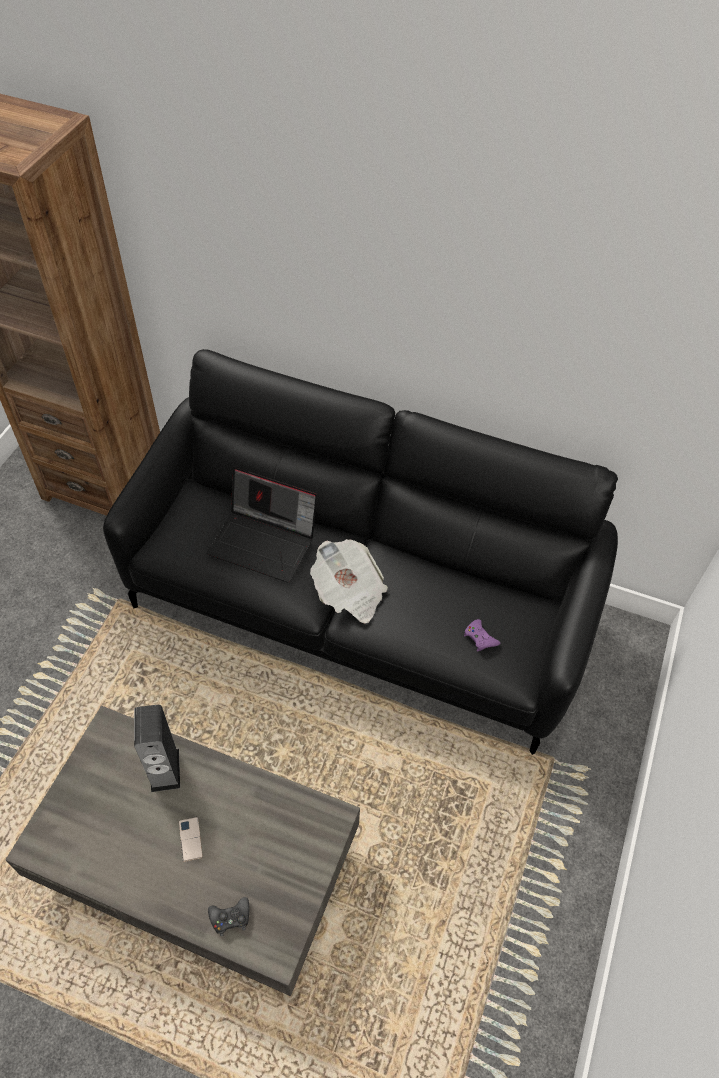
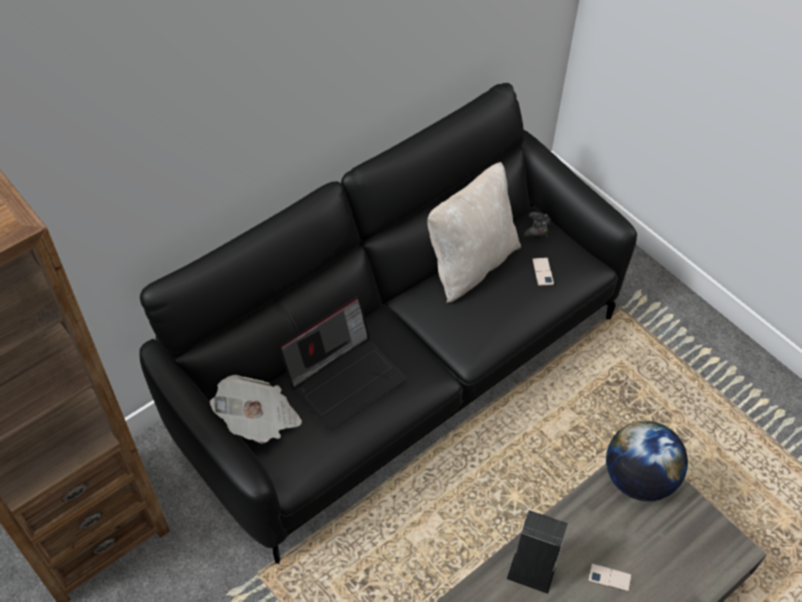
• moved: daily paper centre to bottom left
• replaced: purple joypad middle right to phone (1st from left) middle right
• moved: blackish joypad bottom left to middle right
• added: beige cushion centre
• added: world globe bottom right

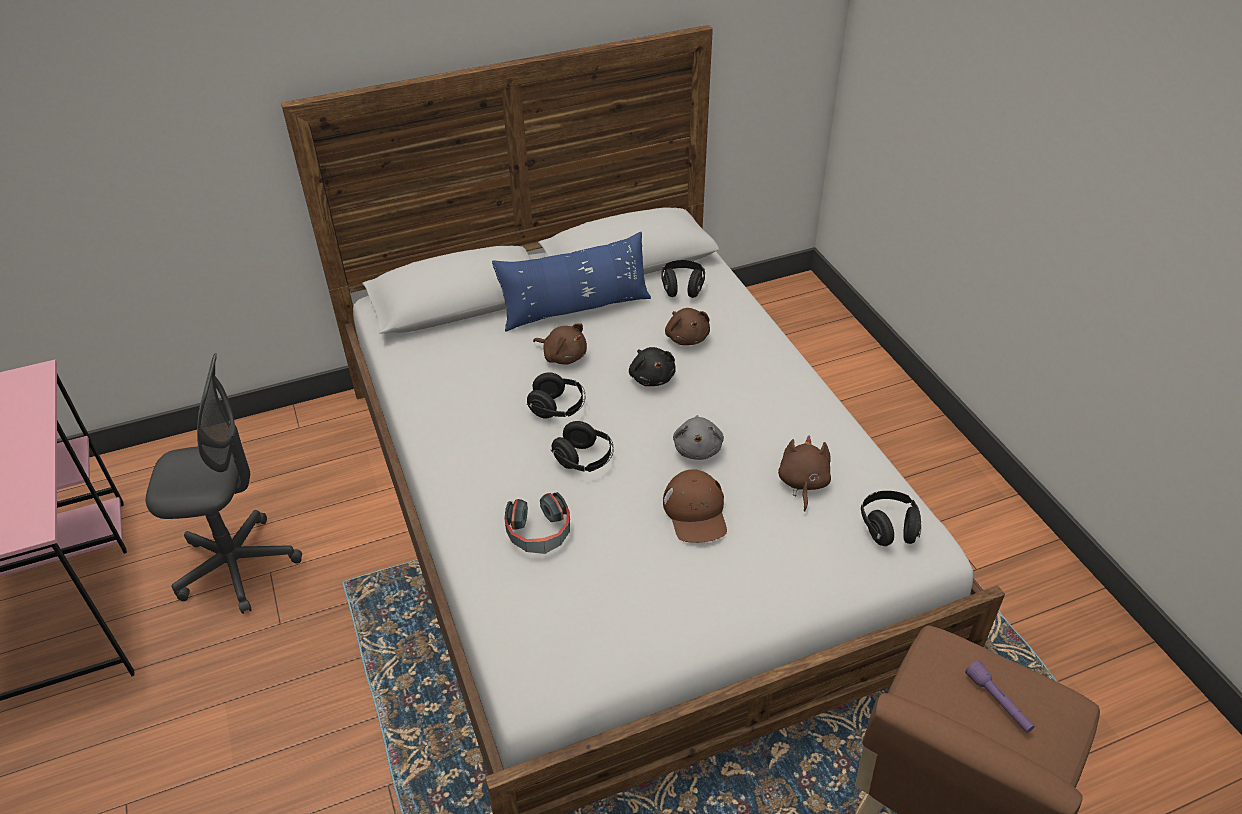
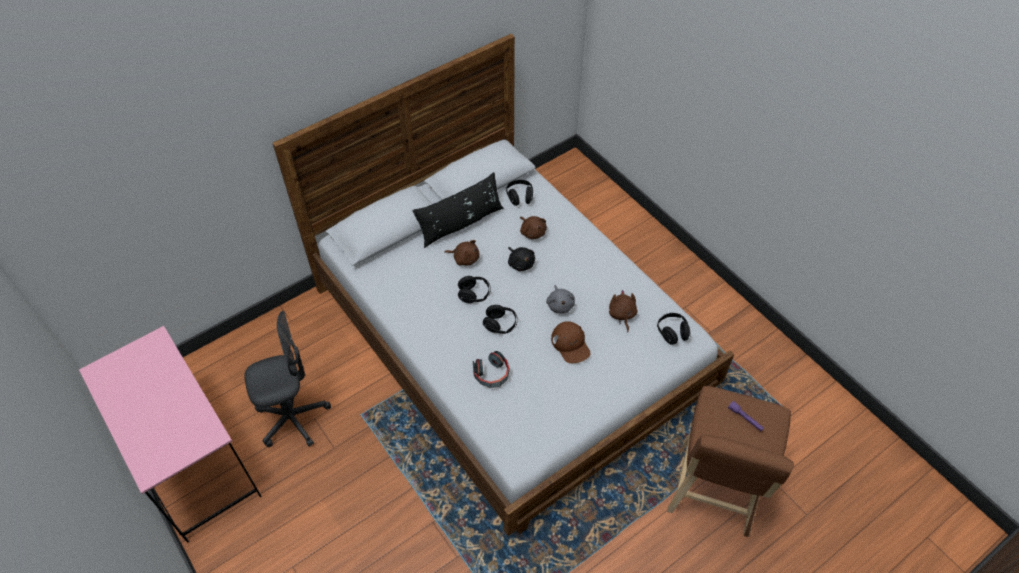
• recoloured: bluish cushion centre to blackish cushion centre

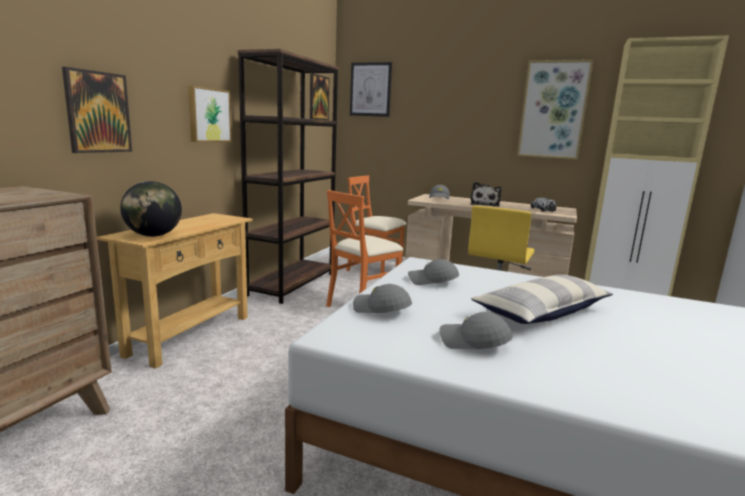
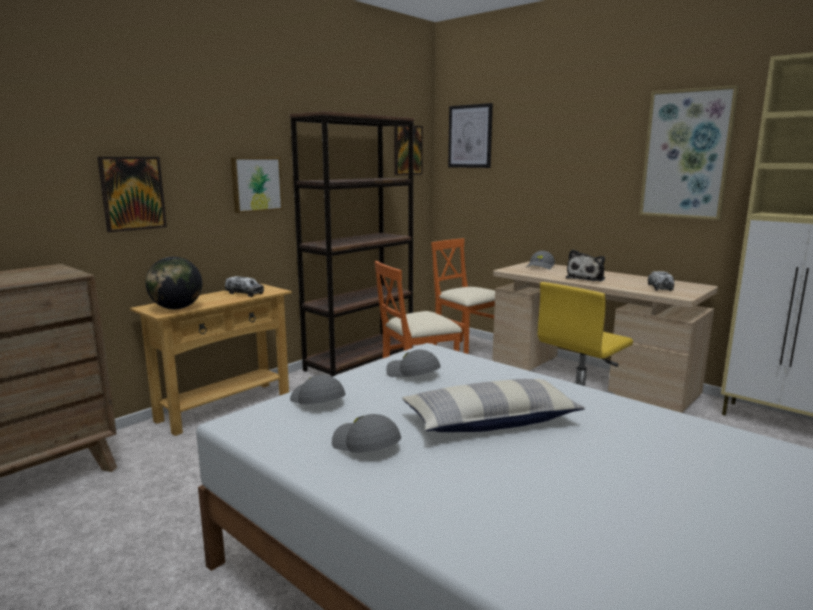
• added: toy lorry (1st from left) middle left

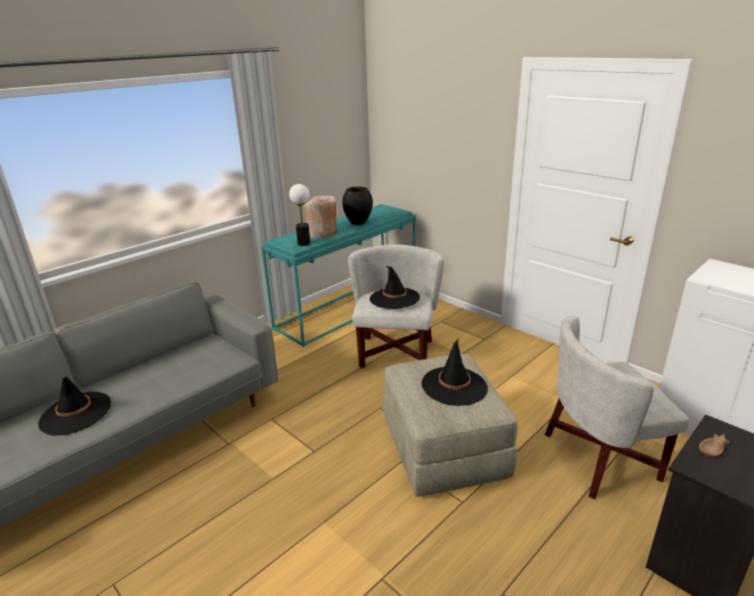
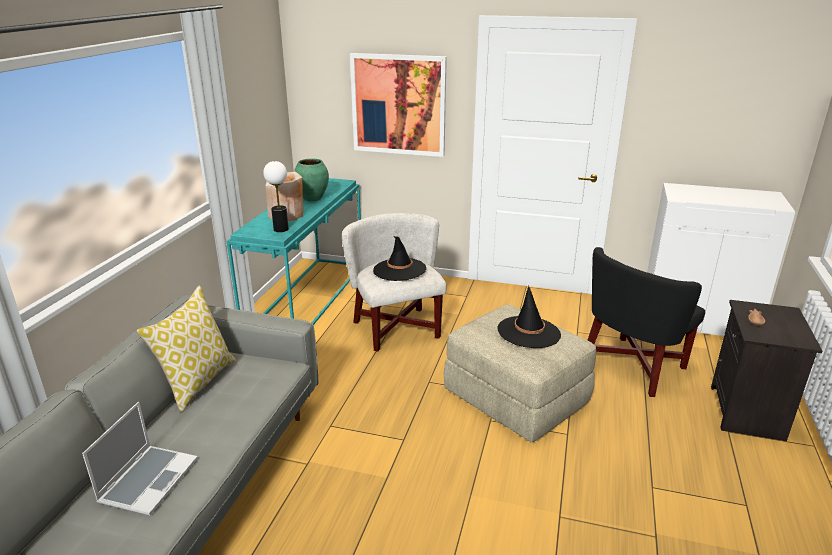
• recoloured: blackish flower vase centre to green-coloured flower vase top centre
• recoloured: white-coloured armchair (2nd from left) bottom right to blackish armchair middle right
• replaced: blackish hat (1st from left) bottom left to portable computer bottom left
• added: picture top centre
• added: cushion middle left

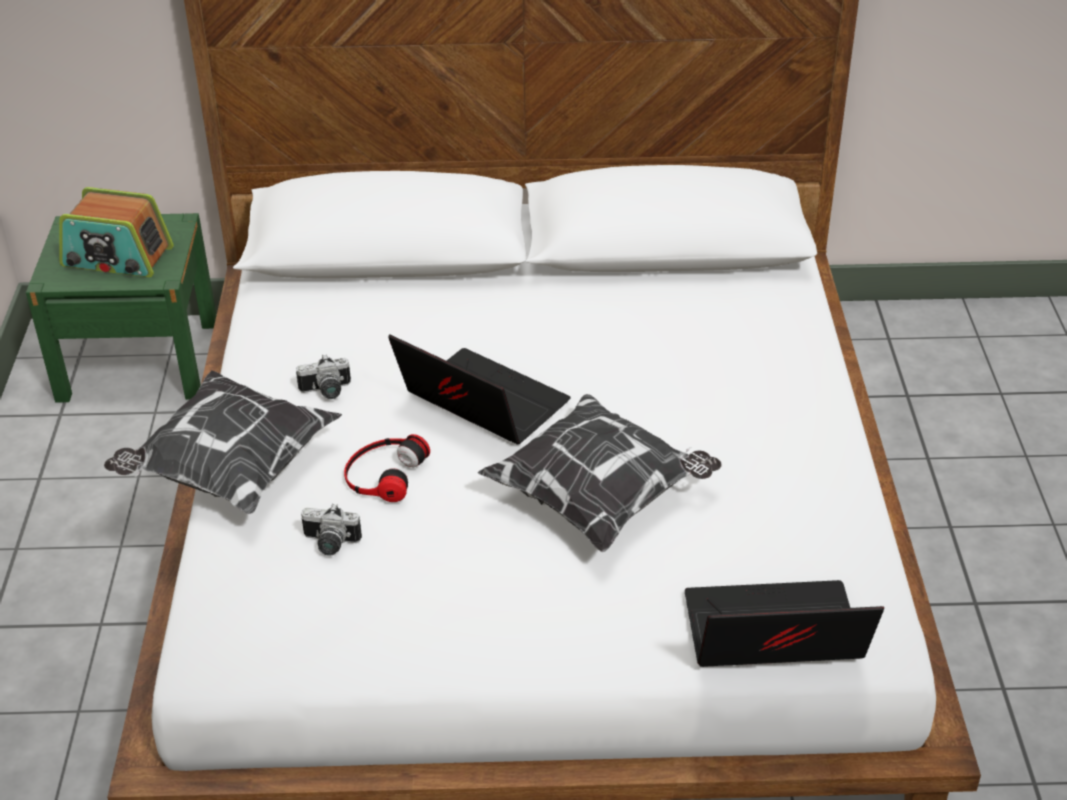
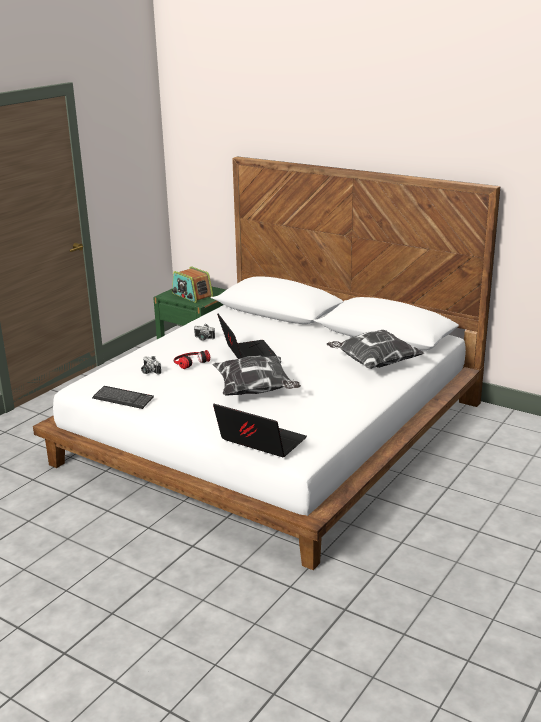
• moved: cushion (1st from left in the first image) middle left to cushion (2nd from left) middle right
• added: computer keyboard middle left

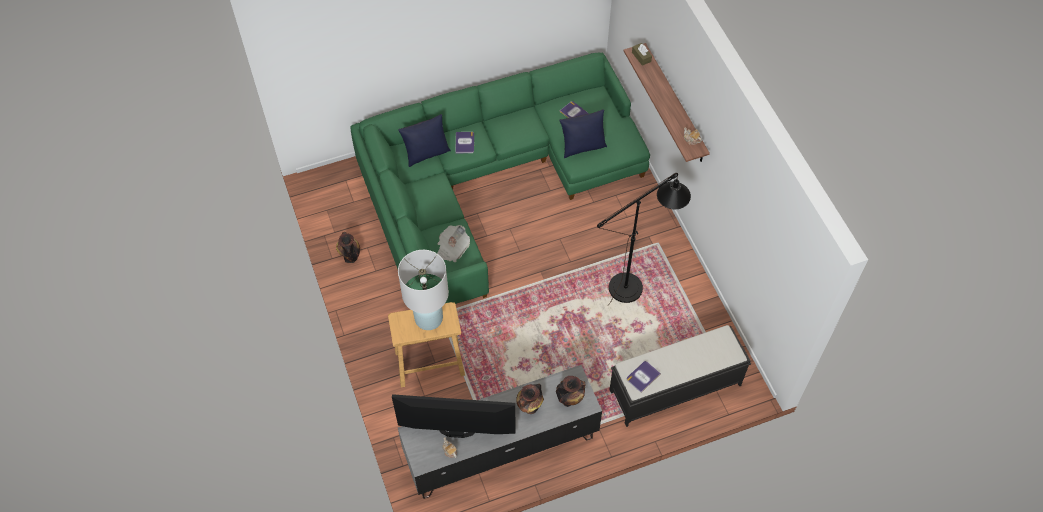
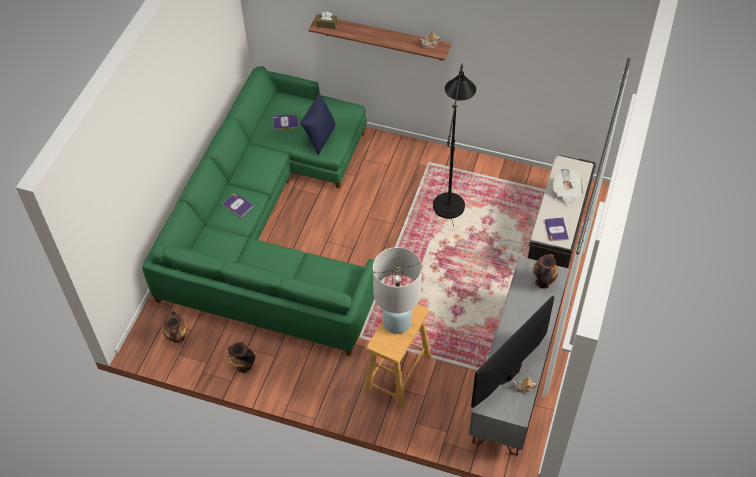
• removed: bluish cushion (1st from left) top centre
• moved: daily paper centre to middle right
• moved: flower vase (2nd from left in the first image) bottom centre to flower vase (1st from left) bottom left

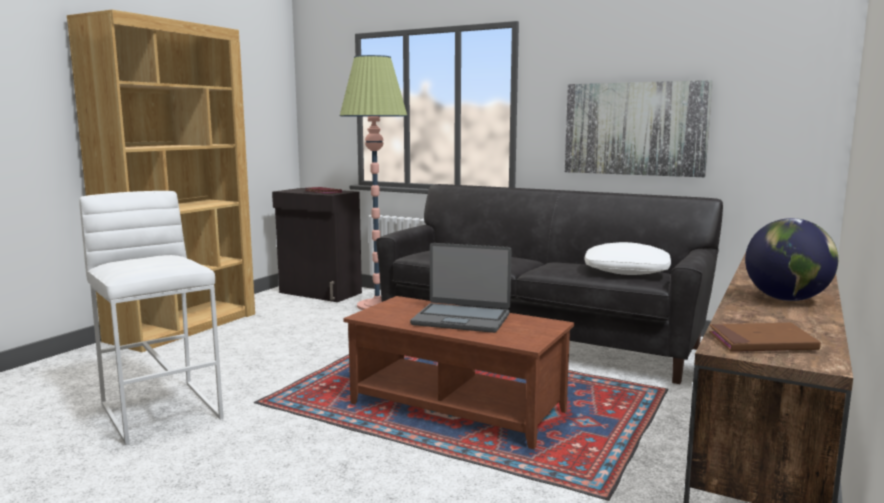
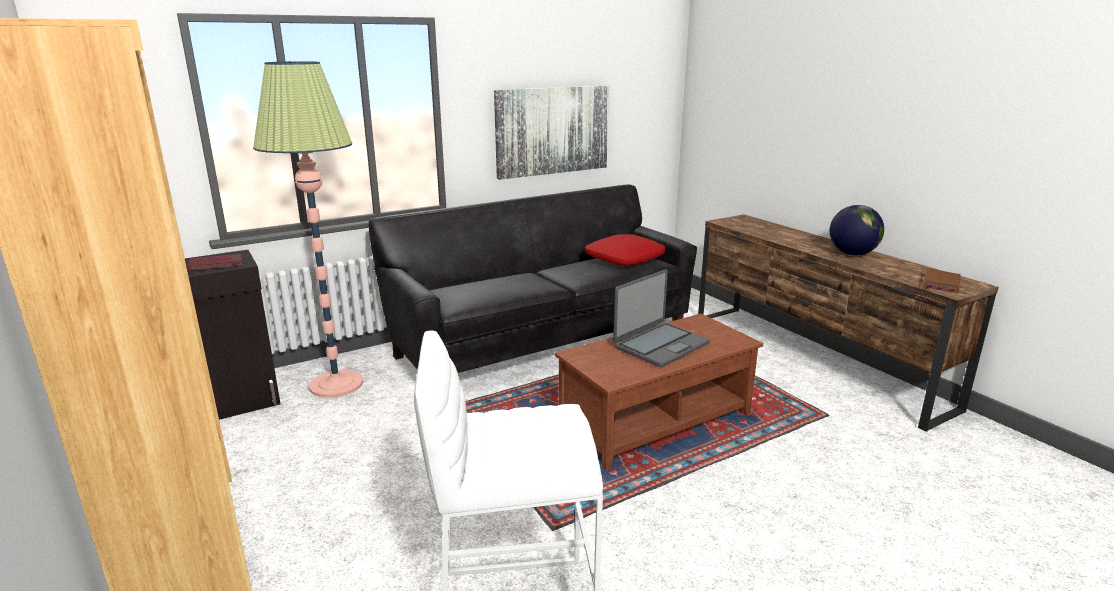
• recoloured: white-coloured cushion middle right to red cushion centre

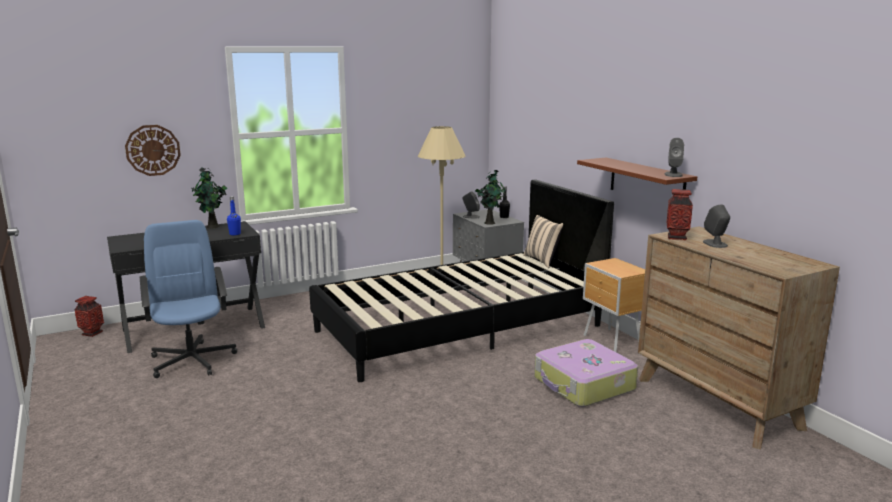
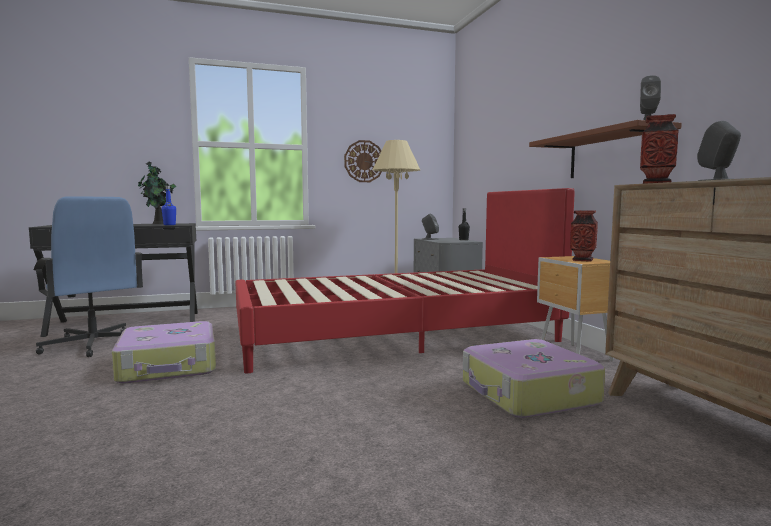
• moved: wall clock top left to top centre
• removed: houseplant (2nd from left) centre
• recoloured: blackish bed centre to red bed centre
• removed: beige cushion centre
• turned: bluish office chair middle left = middle left 150 degrees clockwise
• moved: flower vase (1st from left) middle left to middle right
• added: piece of luggage (1st from left) bottom left

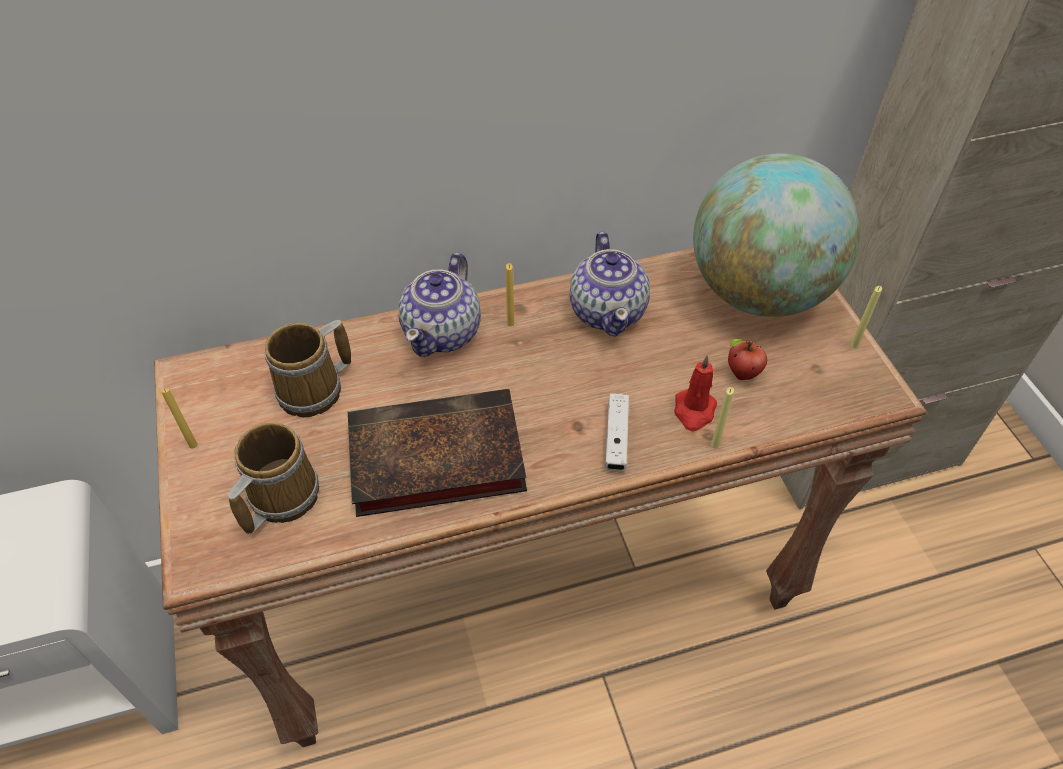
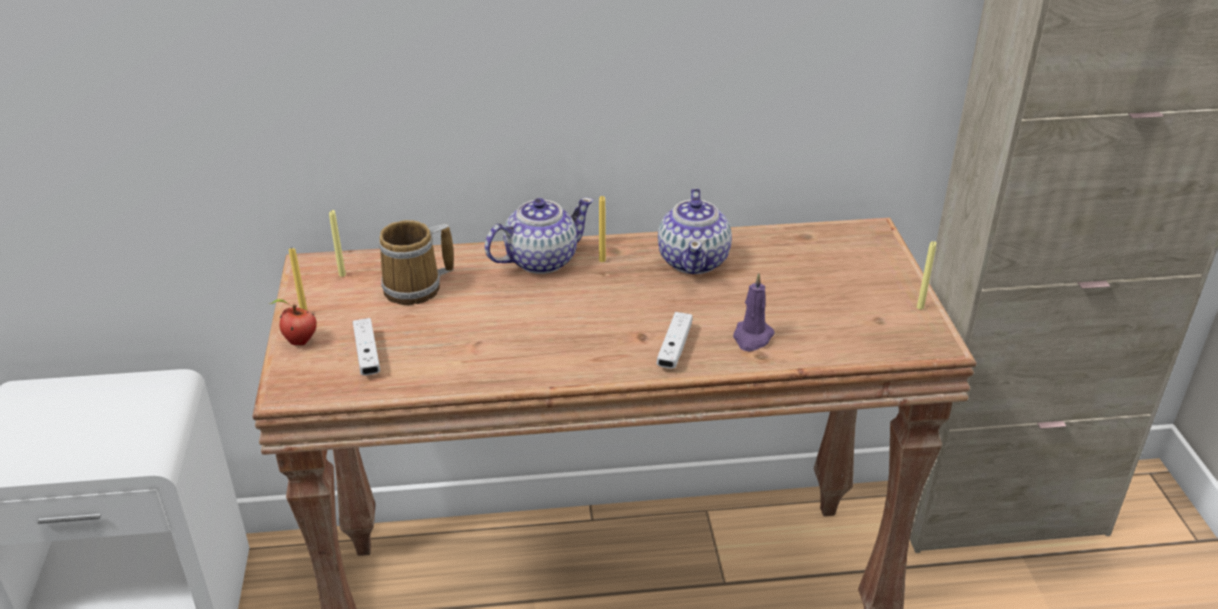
• removed: world globe top right
• turned: tea pot (1st from left) centre = centre 150 degrees counterclockwise
• moved: whole apple middle right to middle left
• recoloured: red candle centre to purple candle centre
• moved: yellow-coloured candle (3rd from left in the first image) middle right to yellow-coloured candle (2nd from left) middle left
• removed: book centre
• replaced: coffee mug (1st from left) middle left to white-coloured joypad (1st from left) middle left

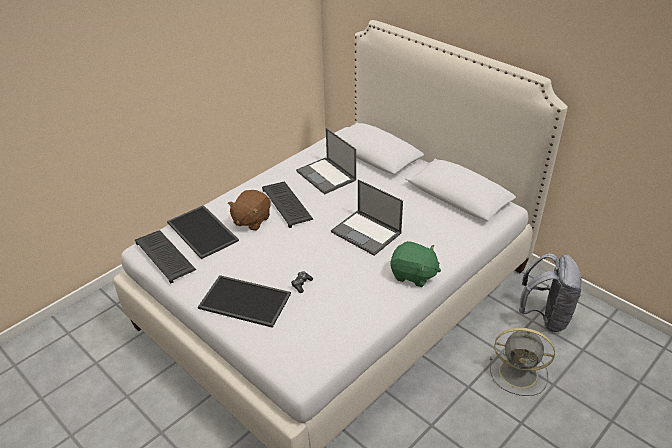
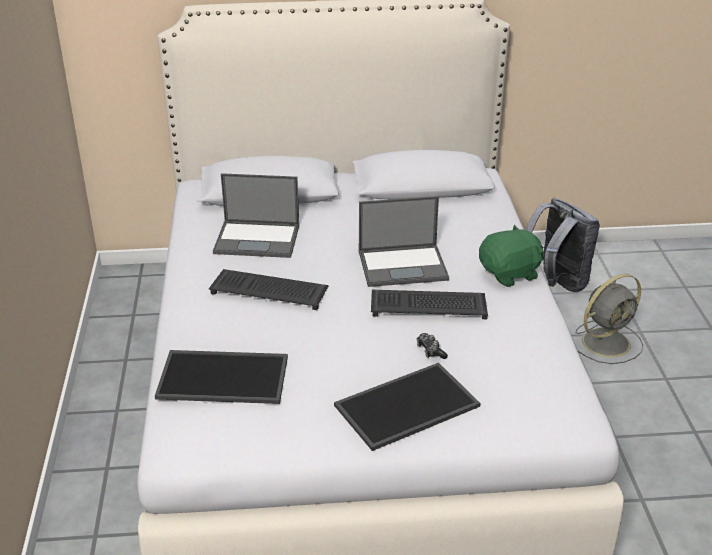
• removed: brown cuddly toy centre
• moved: computer keyboard (1st from left in the first image) middle left to computer keyboard (2nd from left) centre

